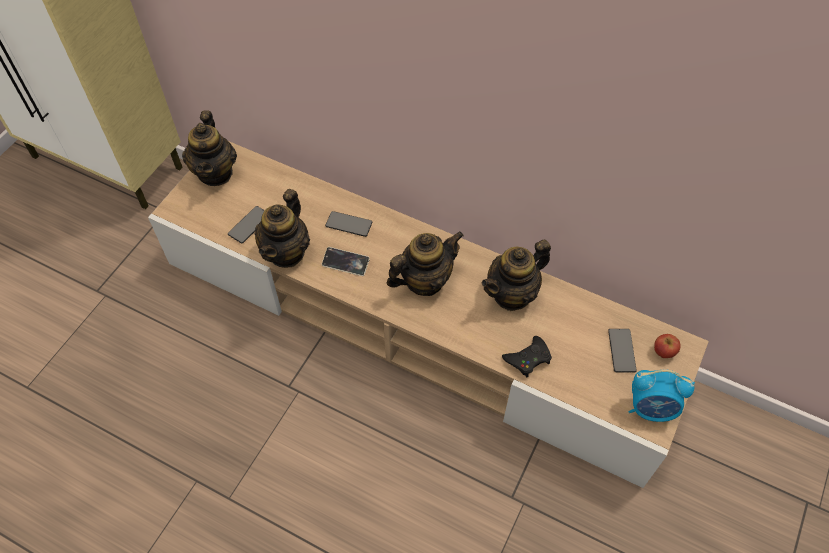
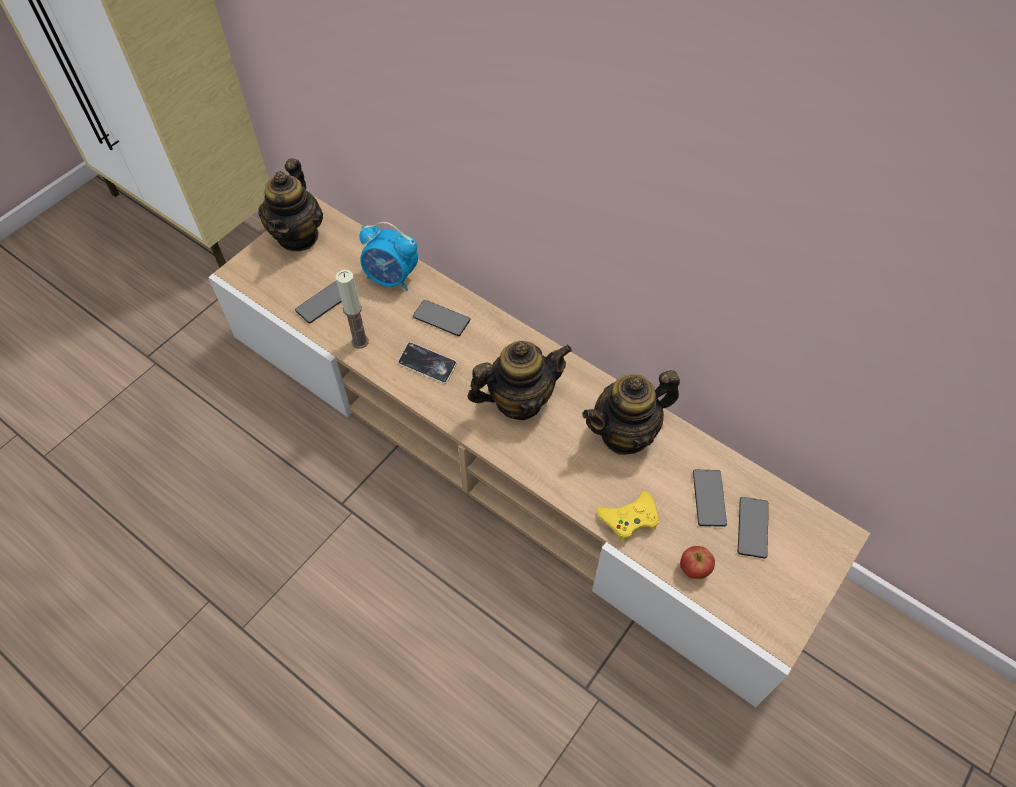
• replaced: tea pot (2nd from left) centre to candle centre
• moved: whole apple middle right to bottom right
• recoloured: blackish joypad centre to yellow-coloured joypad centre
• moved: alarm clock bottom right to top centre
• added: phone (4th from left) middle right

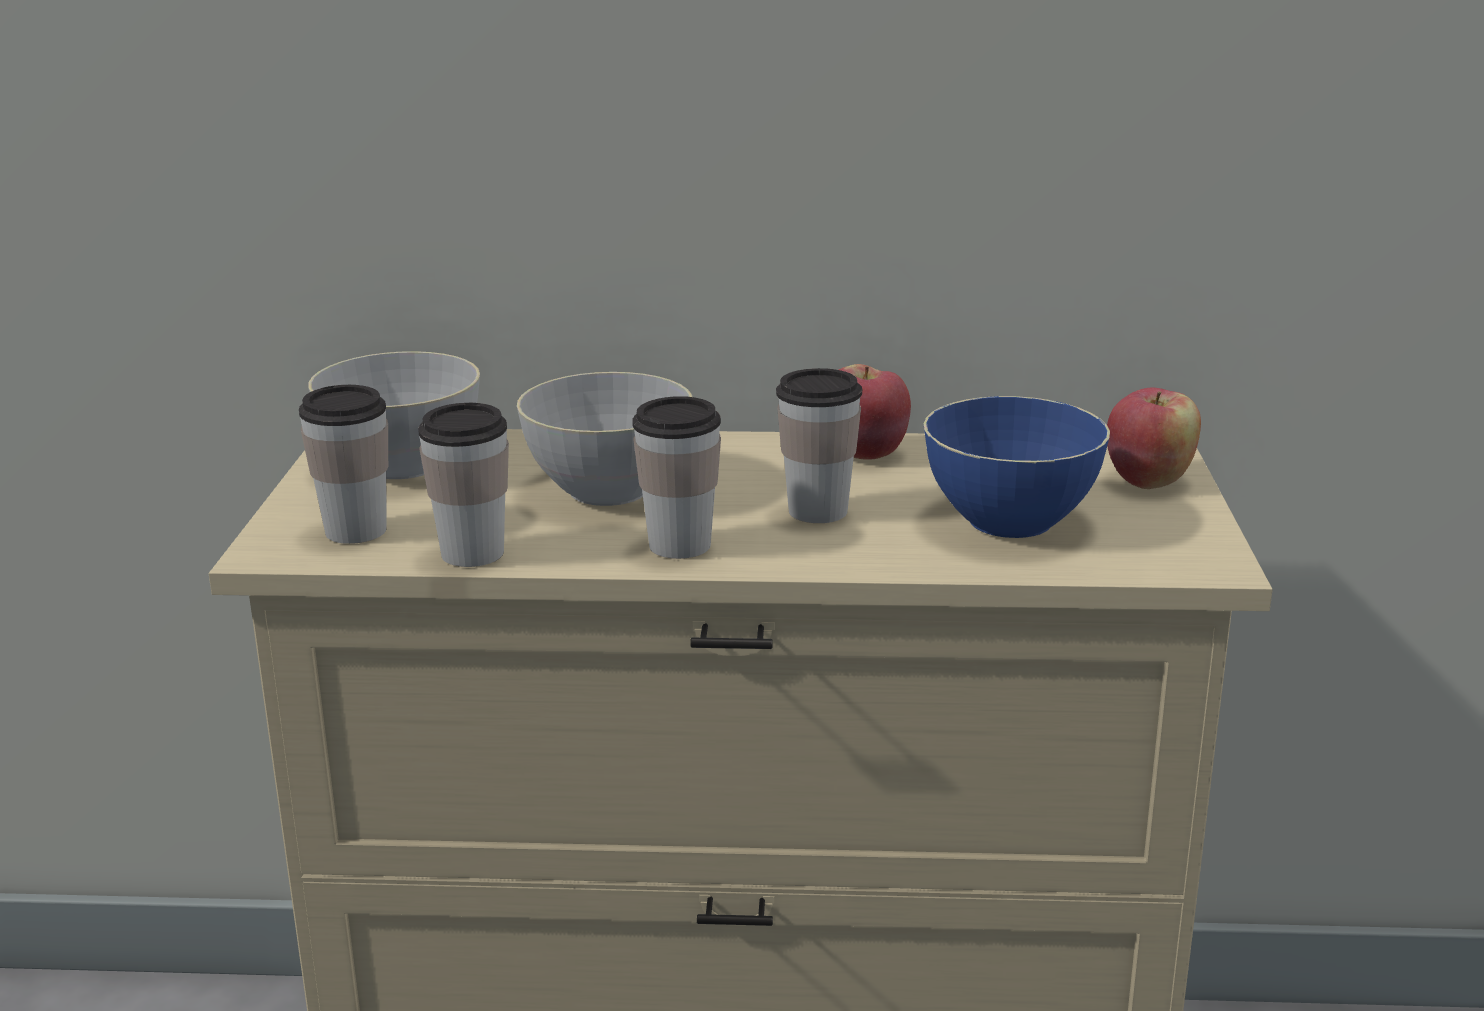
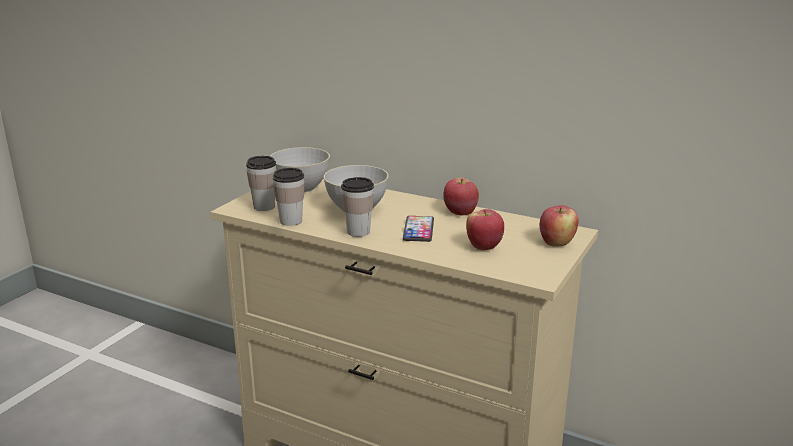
• replaced: drinking cup (4th from left) centre to phone centre
• replaced: bluish deep dish middle right to whole apple (2nd from left) centre

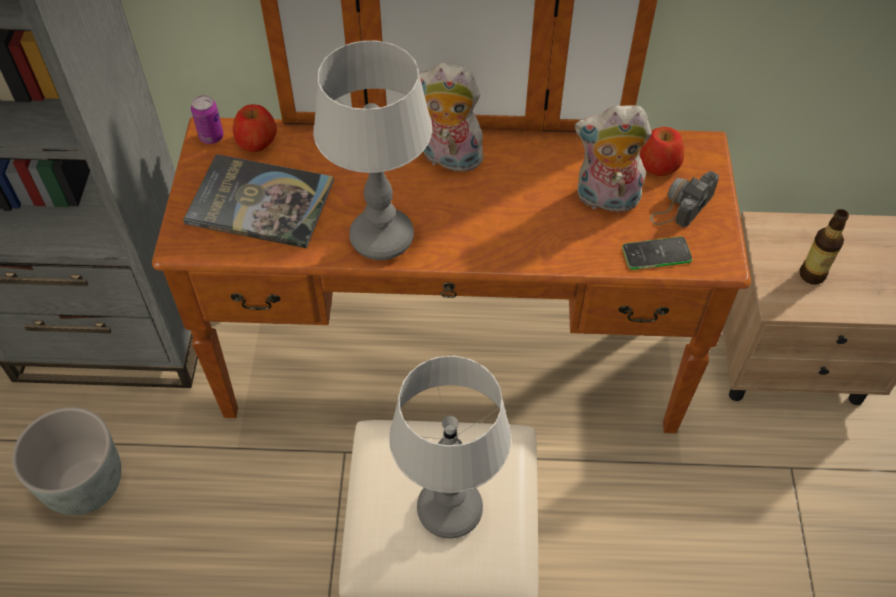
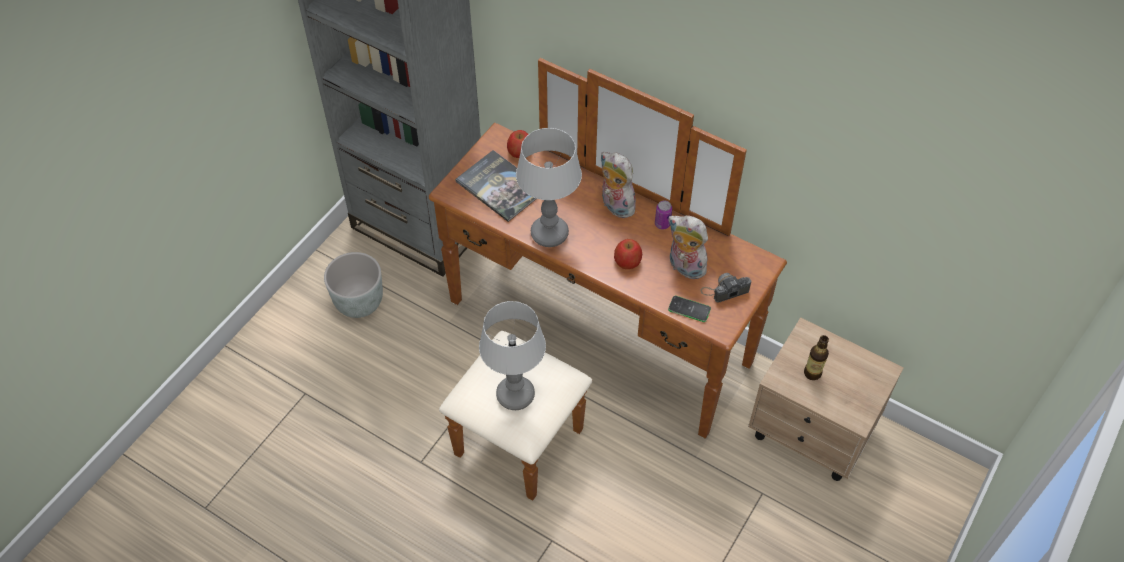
• moved: metal can top left to centre
• moved: whole apple (2nd from left) top right to centre

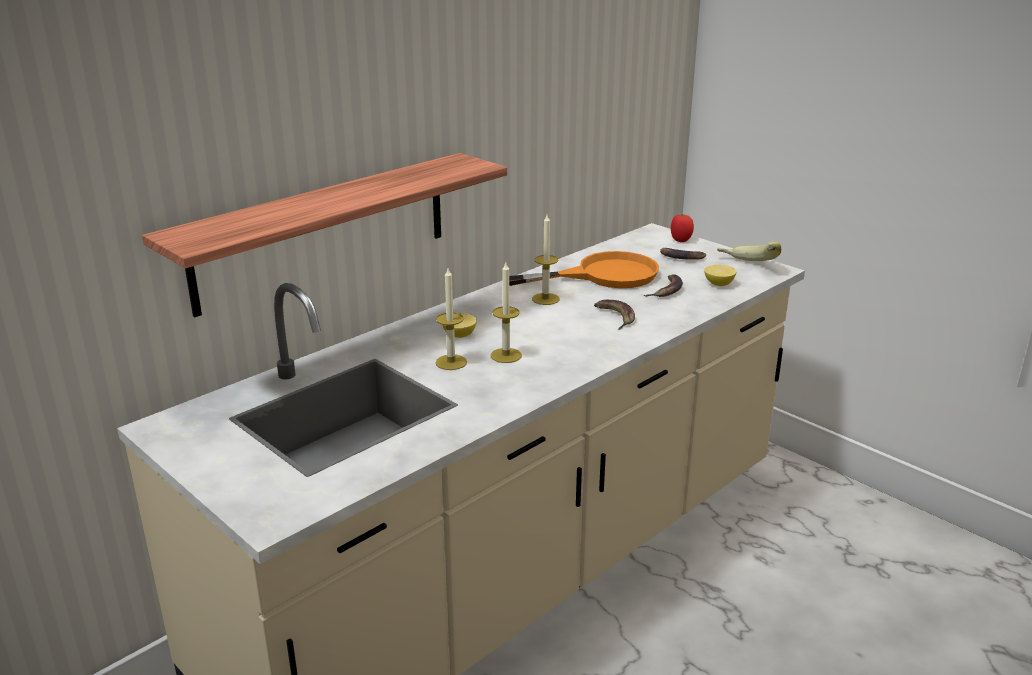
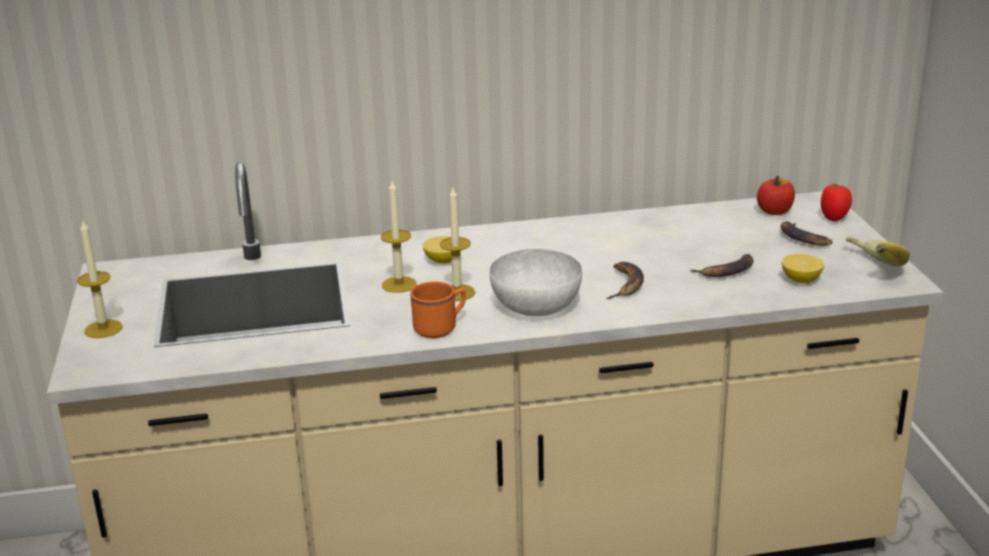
• removed: shelf middle left
• moved: candle (3rd from left in the first image) centre to candle (1st from left) middle left
• removed: orange-coloured pan centre
• added: whole apple middle right
• added: white-coloured deep dish centre
• added: orange-coloured coffee mug centre

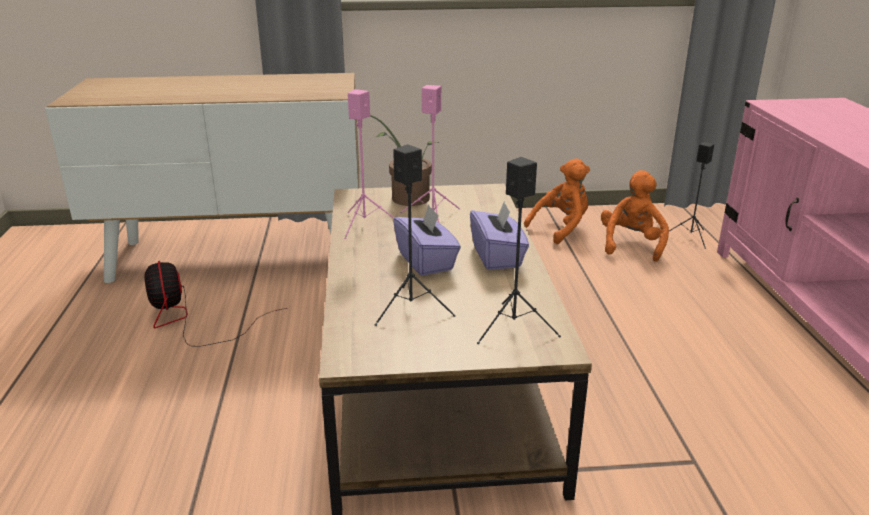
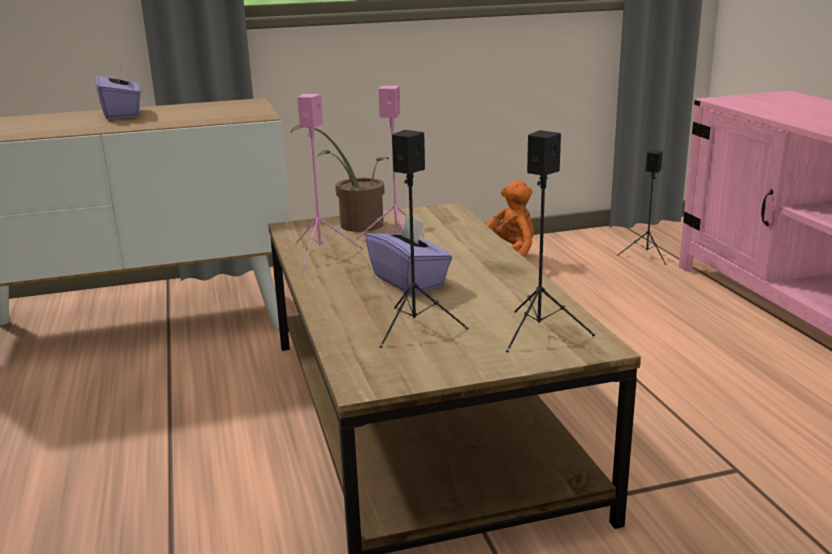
• removed: orange-coloured cuddly toy (2nd from left) middle right
• moved: purple box of tissues (2nd from left in the first image) centre to purple box of tissues (1st from left) top left
• removed: fan middle left

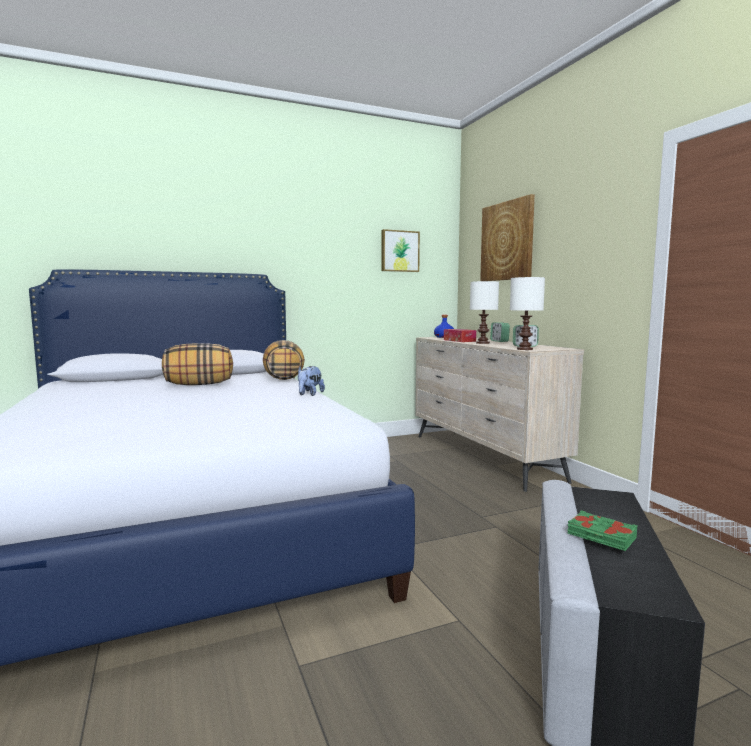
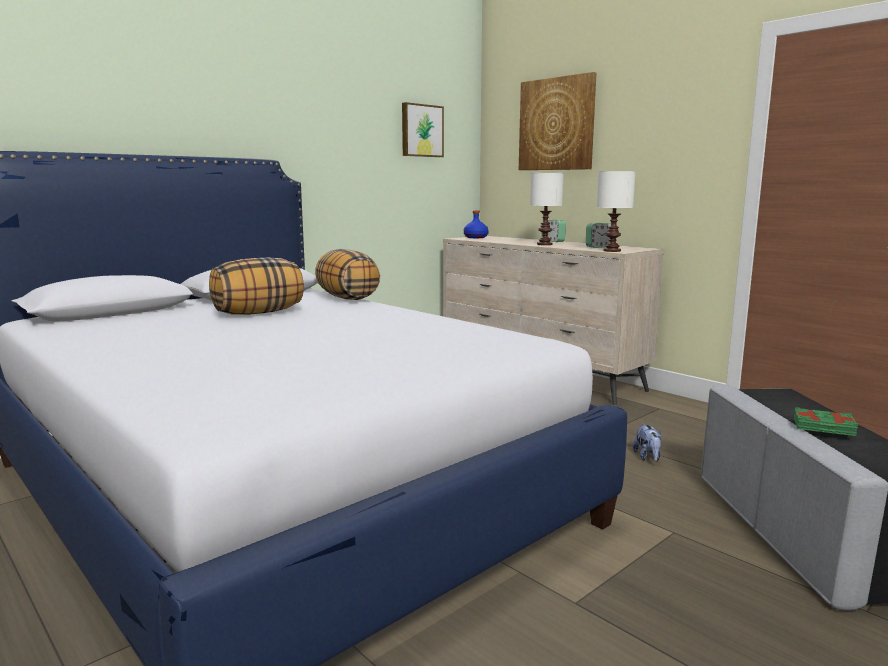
• removed: box of tissues centre
• moved: cuddly toy centre to middle right

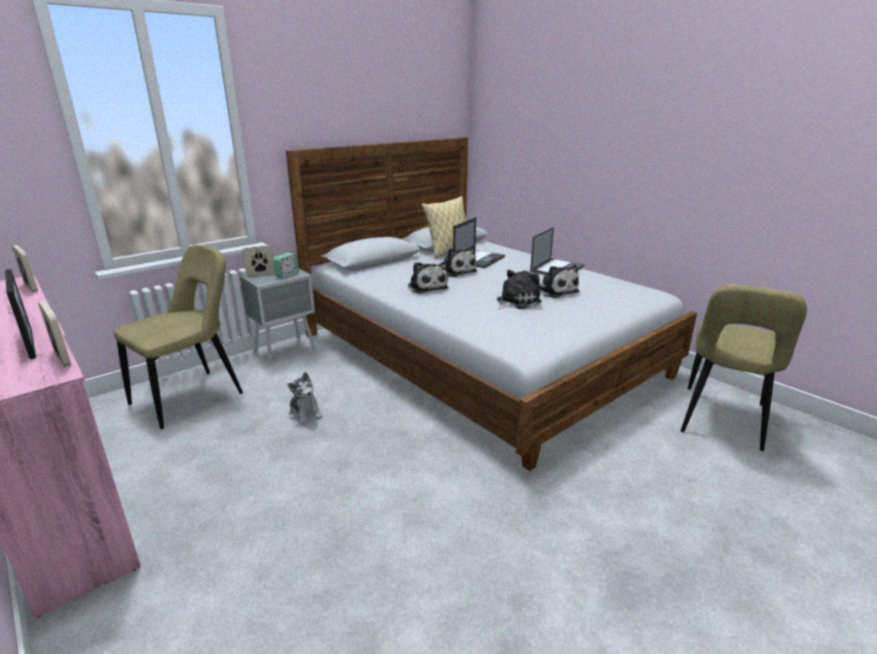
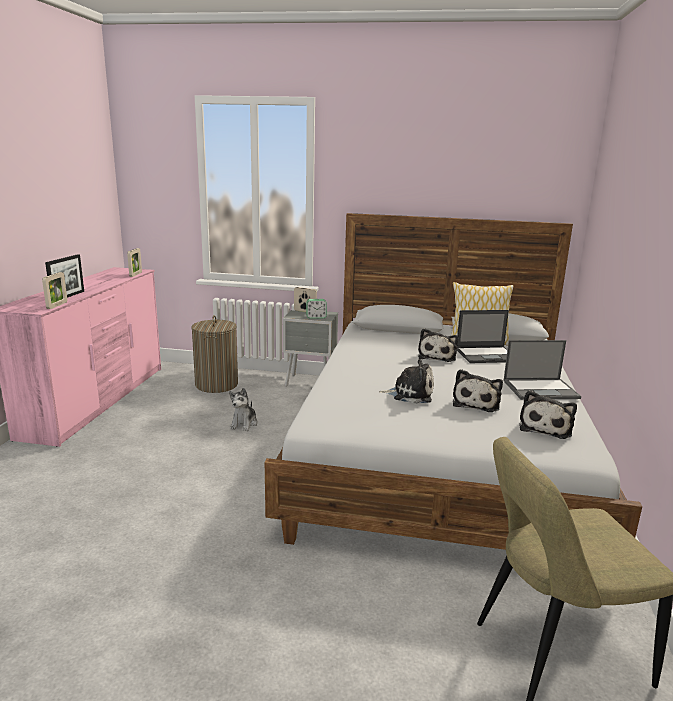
• replaced: beige upright chair (1st from left) middle left to laundry basket middle left
• moved: cuddly toy (2nd from left in the first image) centre to cuddly toy (5th from left) middle right

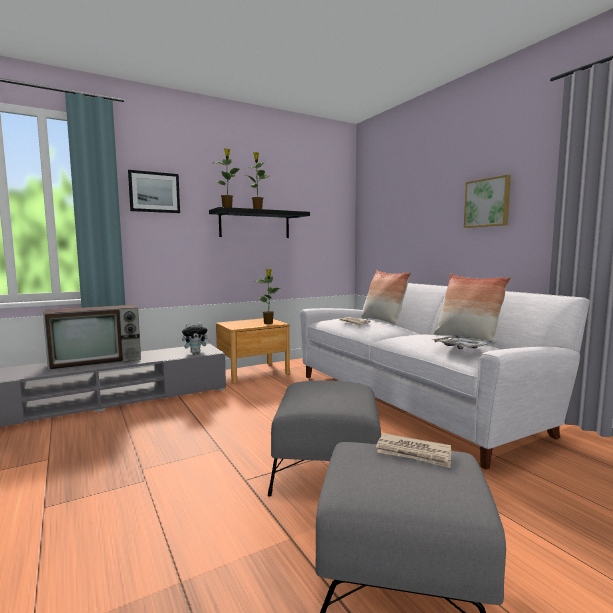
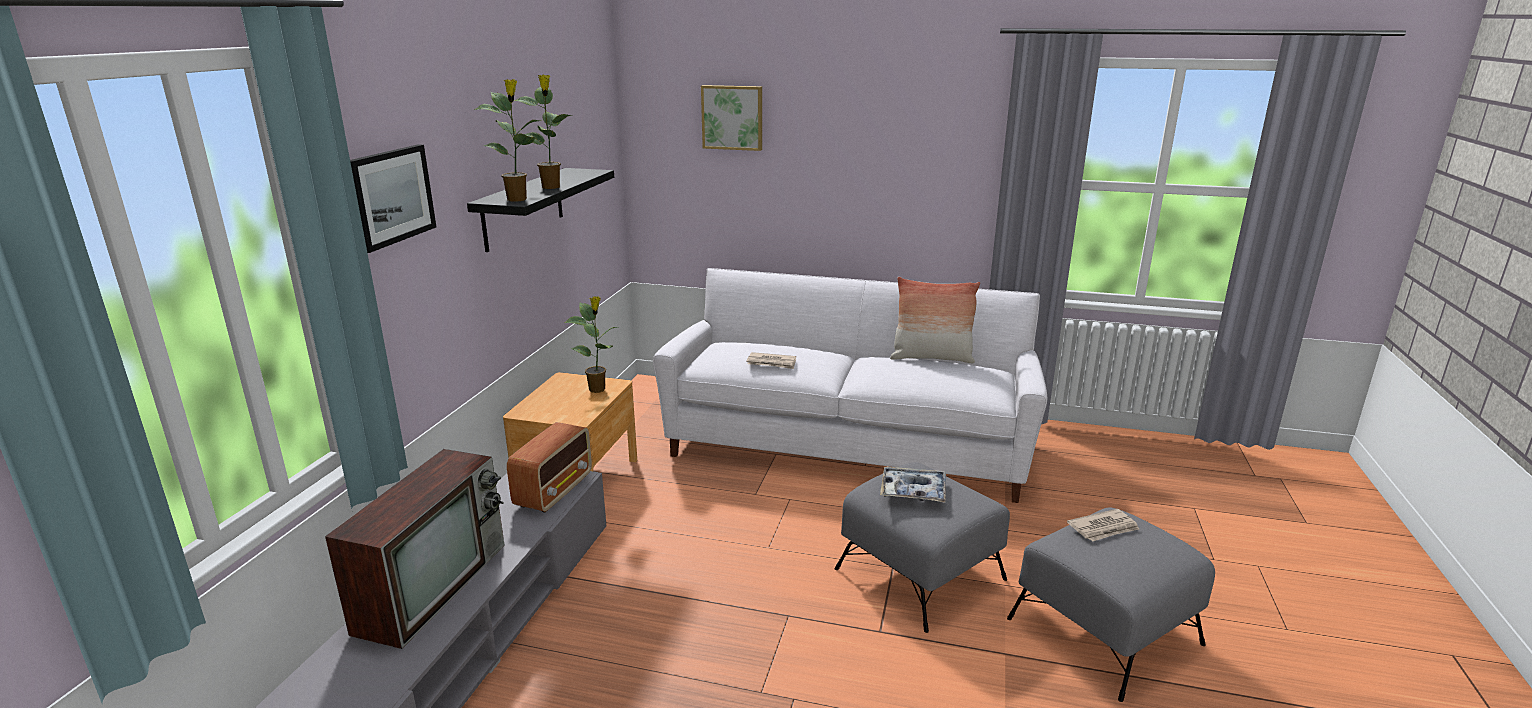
• moved: picture (2nd from left) top right to top centre
• removed: cushion (1st from left) centre
• replaced: cuddly toy middle left to radio set centre
• moved: serving tray middle right to bottom centre

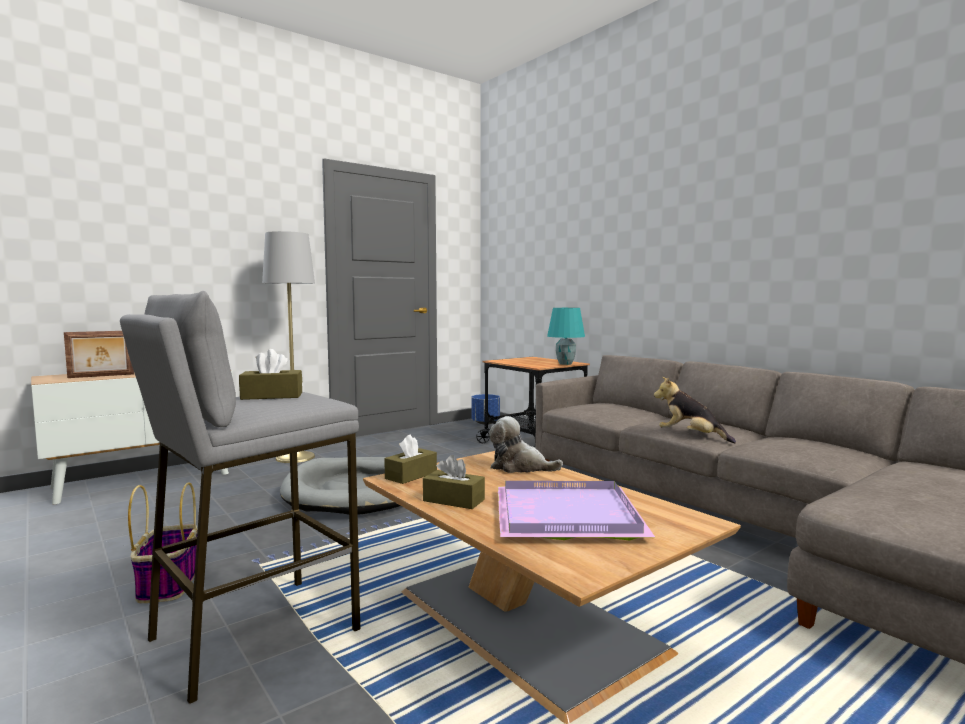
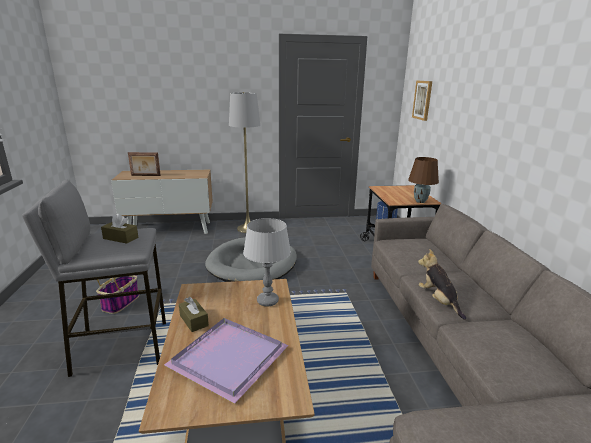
• recoloured: blue-green tabletop lamp centre to brown tabletop lamp middle right
• replaced: cuddly toy (1st from left) centre to greyish tabletop lamp centre
• removed: brown box of tissues (2nd from left) centre
• added: picture top right

